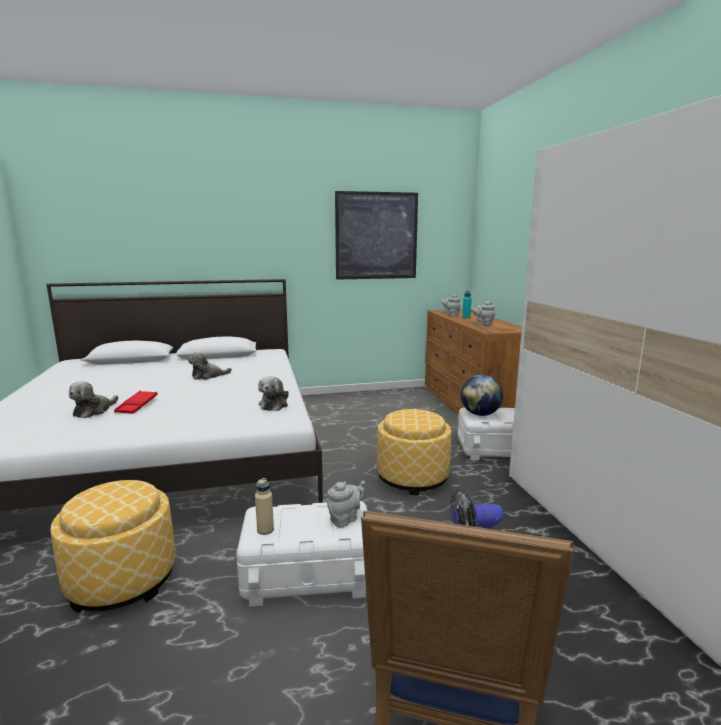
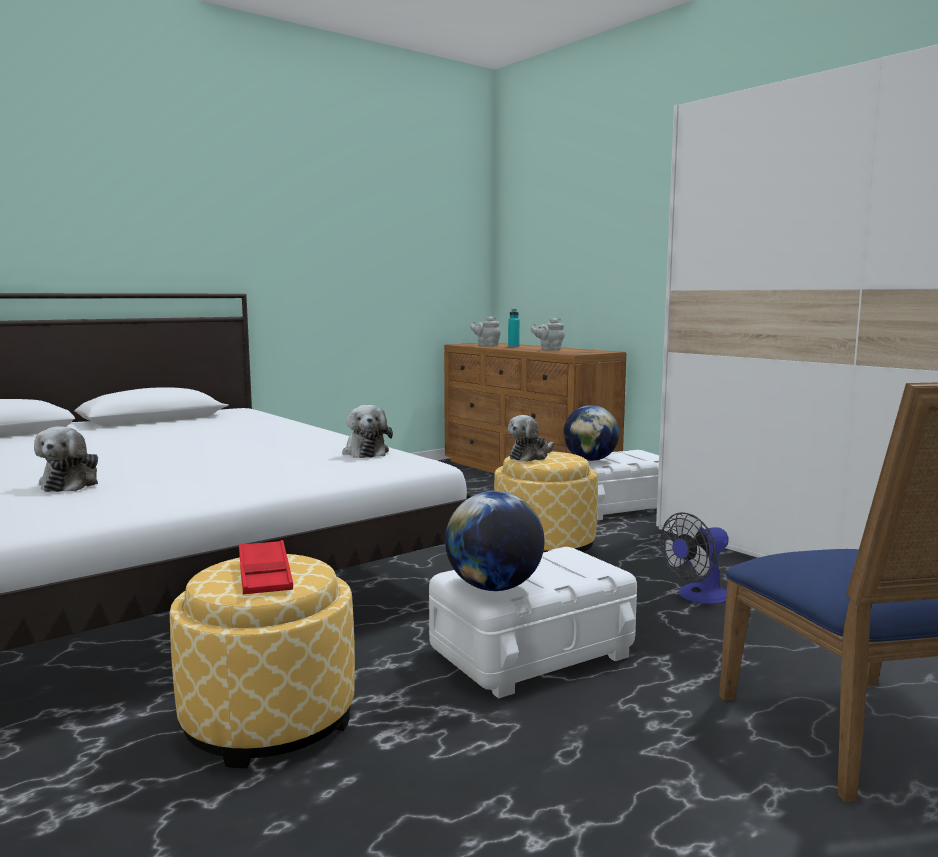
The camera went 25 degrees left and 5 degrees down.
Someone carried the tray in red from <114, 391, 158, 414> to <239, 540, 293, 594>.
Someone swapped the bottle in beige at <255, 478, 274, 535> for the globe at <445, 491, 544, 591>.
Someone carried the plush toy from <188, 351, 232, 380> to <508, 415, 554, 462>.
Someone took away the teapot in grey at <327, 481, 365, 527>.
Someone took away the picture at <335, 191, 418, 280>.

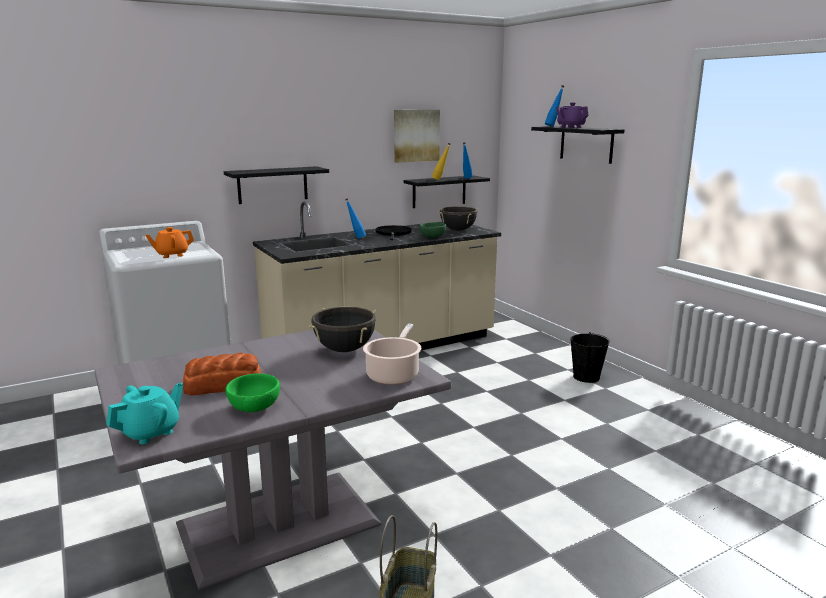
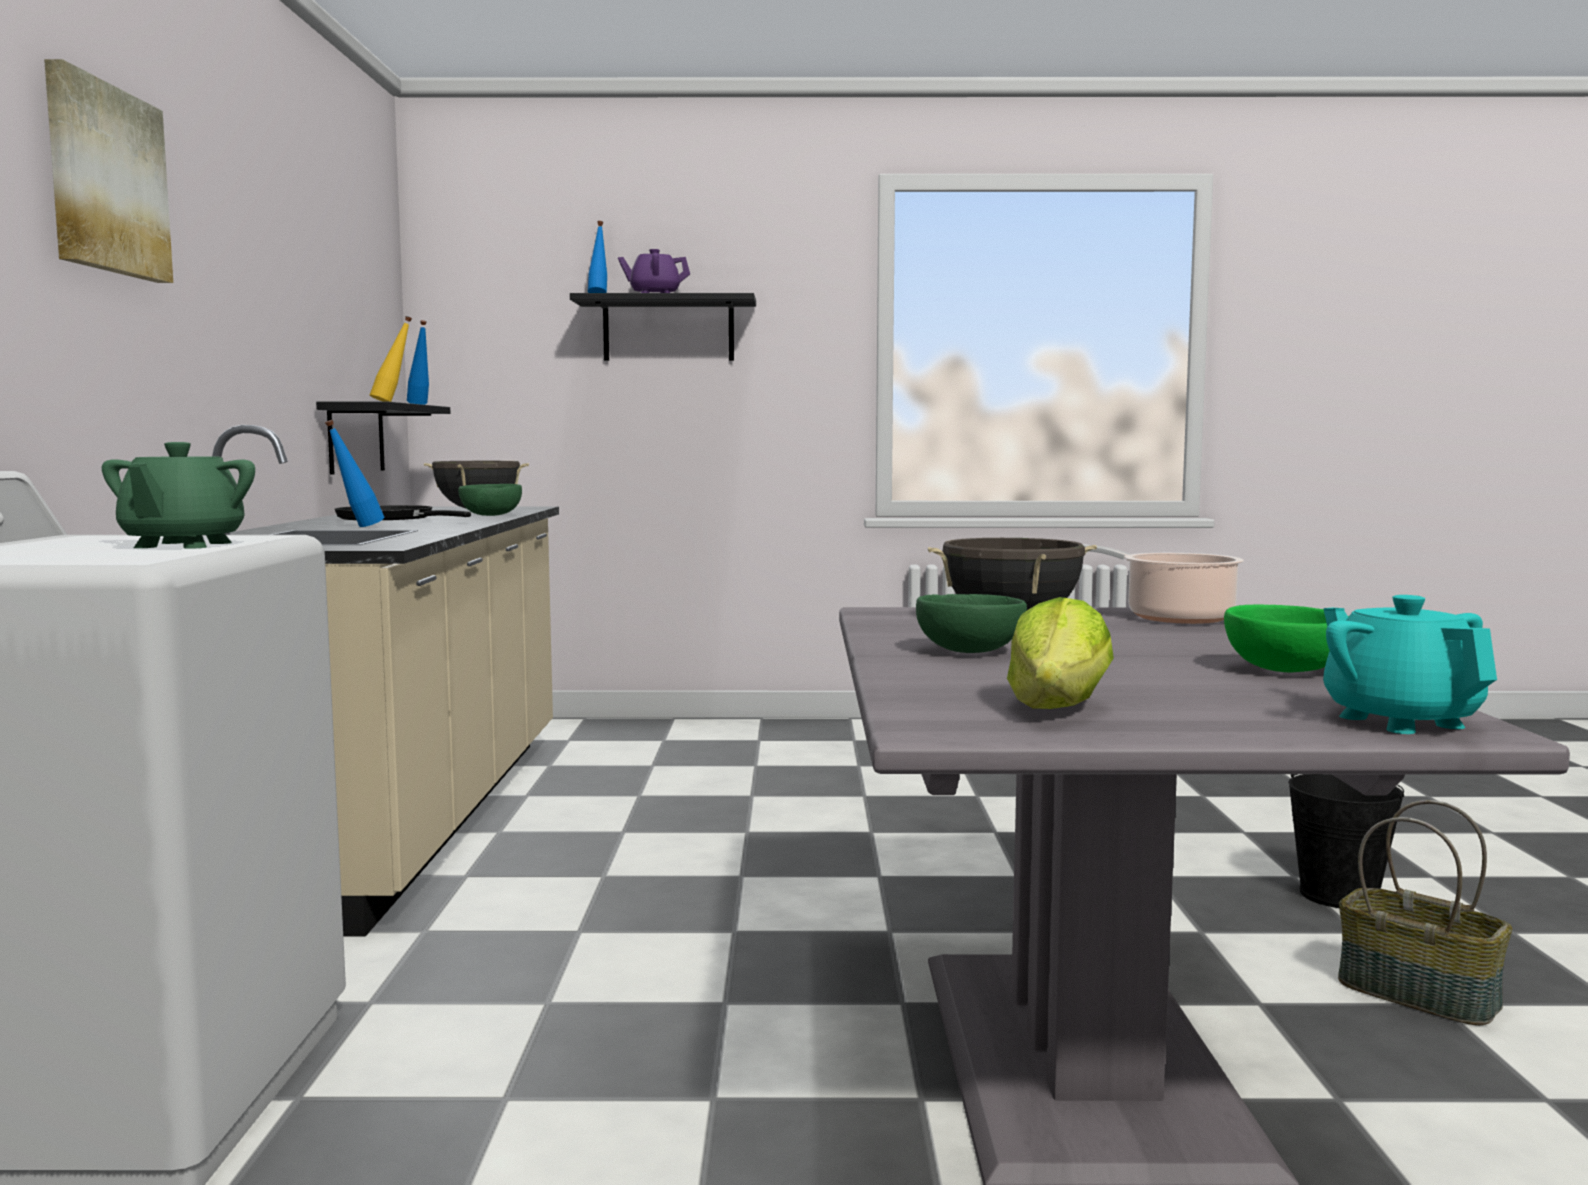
The camera went 60 degrees left and 10 degrees down.
Someone carried the picture from <394, 110, 440, 163> to <44, 59, 173, 283>.
Someone repainted the teapot in orange at <145, 227, 194, 258>, which became the teapot in green at <102, 442, 255, 549>.
Someone put down the bowl in green at <916, 594, 1027, 653>.
Someone put down the lettuce at <1007, 597, 1114, 709>.
Someone carried the bucket in black from <570, 332, 610, 383> to <1288, 774, 1404, 908>.
Someone took away the bread at <183, 353, 261, 396>.
Someone took away the shelf in black at <224, 166, 329, 204>.

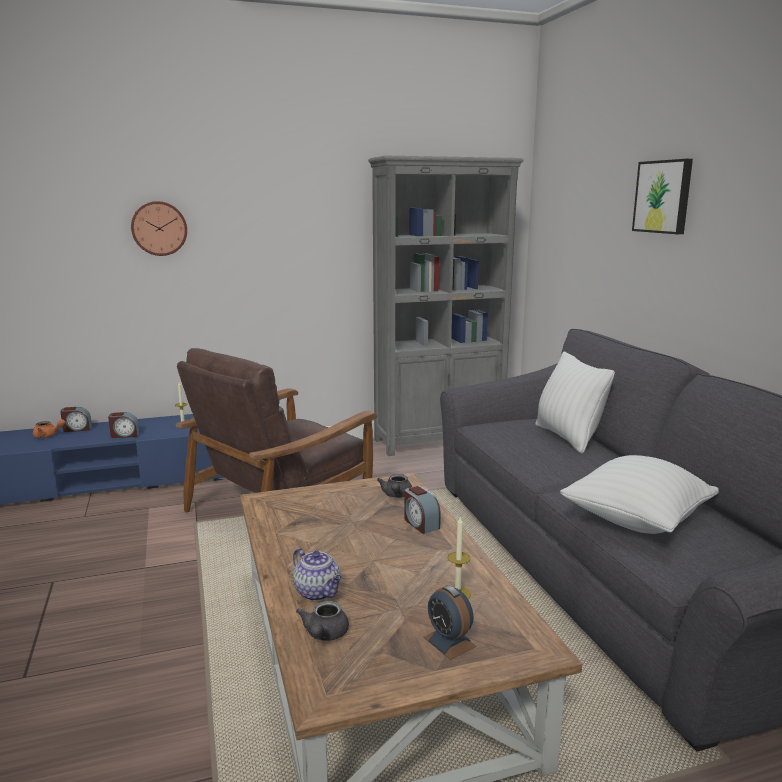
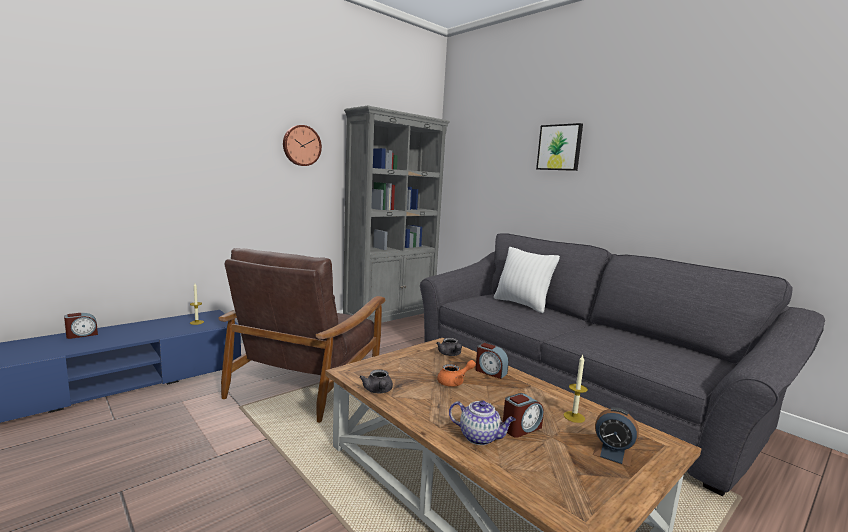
The camera went 25 degrees left and 5 degrees down.
Someone carried the wall clock from <131, 201, 187, 256> to <283, 125, 322, 166>.
Someone carried the teapot in grey from <296, 601, 349, 641> to <359, 369, 393, 393>.
Someone carried the teapot in orange from <33, 419, 65, 438> to <437, 360, 476, 387>.
Someone carried the alarm clock from <108, 412, 140, 438> to <503, 393, 544, 438>.
Someone took away the pillow in white at <560, 455, 719, 534>.

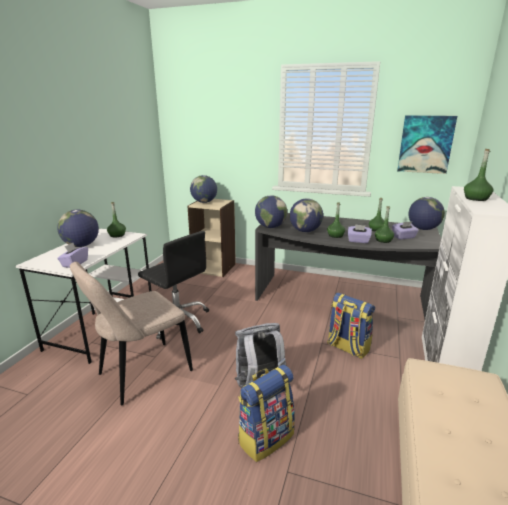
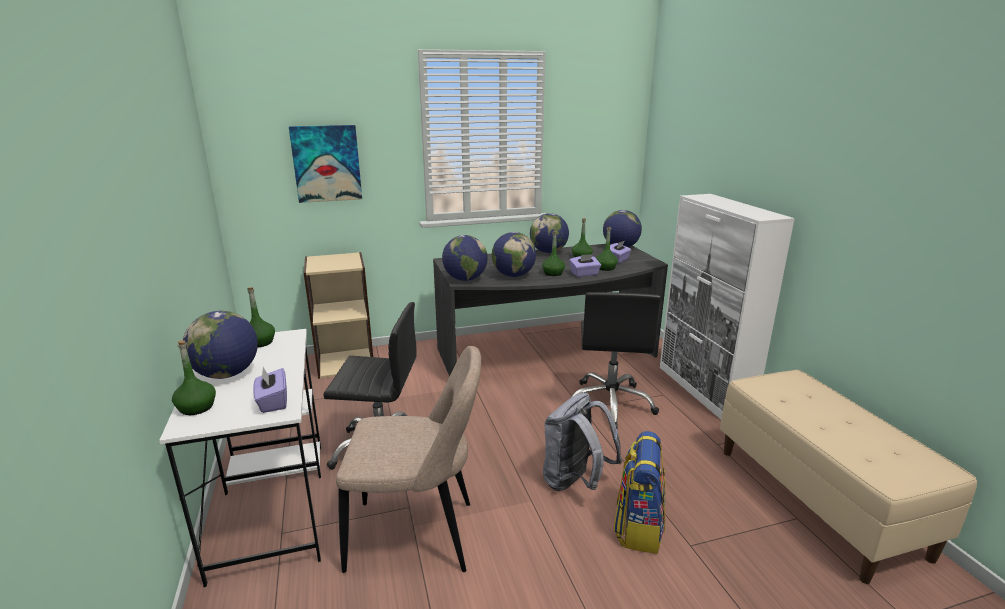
The camera went 35 degrees left and 0 degrees up.
Someone carried the bottle in green from <464, 149, 493, 201> to <172, 340, 216, 415>.
Someone carried the picture from <397, 115, 457, 174> to <289, 125, 362, 203>.
Someone rotated the chair in beige at <70, 261, 193, 406> by 105 degrees counterclockwise.
Someone carried the globe from <190, 175, 217, 203> to <530, 213, 569, 253>.
Someone swapped the backpack at <327, 292, 375, 359> for the office chair in black at <571, 292, 661, 428>.

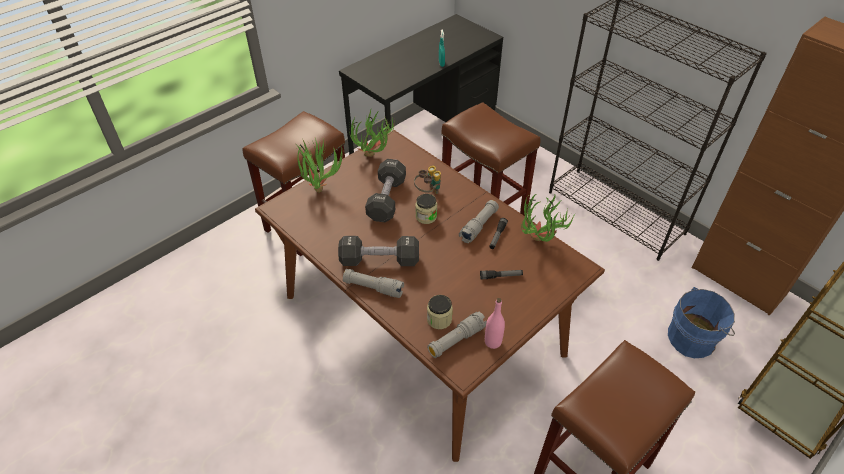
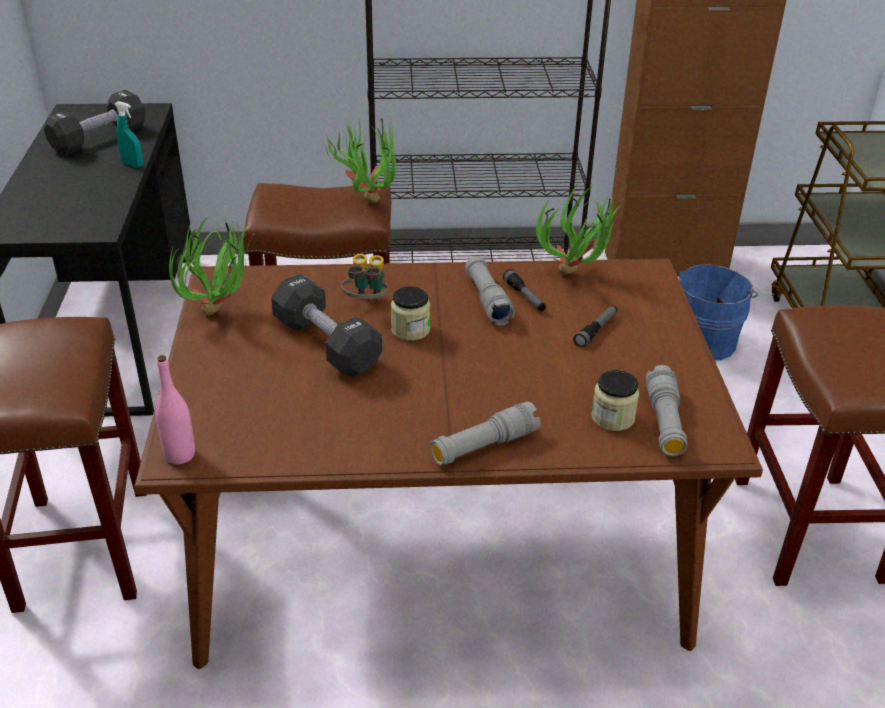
The camera went 50 degrees left and 10 degrees down.
Someone carried the dumbbell in black from <338, 236, 419, 266> to <44, 90, 145, 155>.
Someone carried the bottle in pink from <485, 298, 505, 349> to <155, 355, 195, 464>.
Someone carried the potted plant from <295, 137, 343, 193> to <325, 117, 396, 203>.

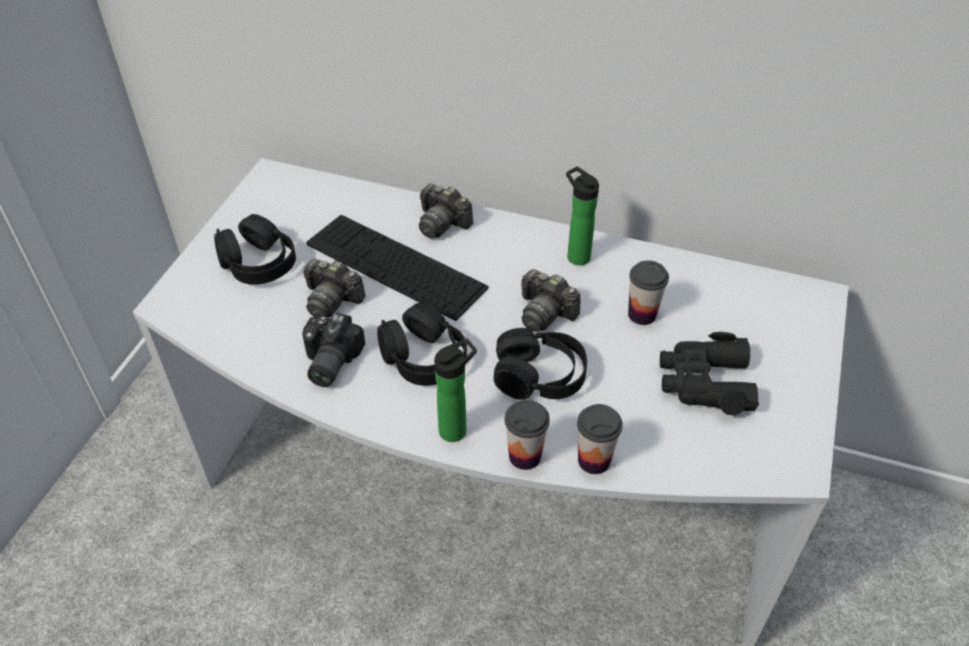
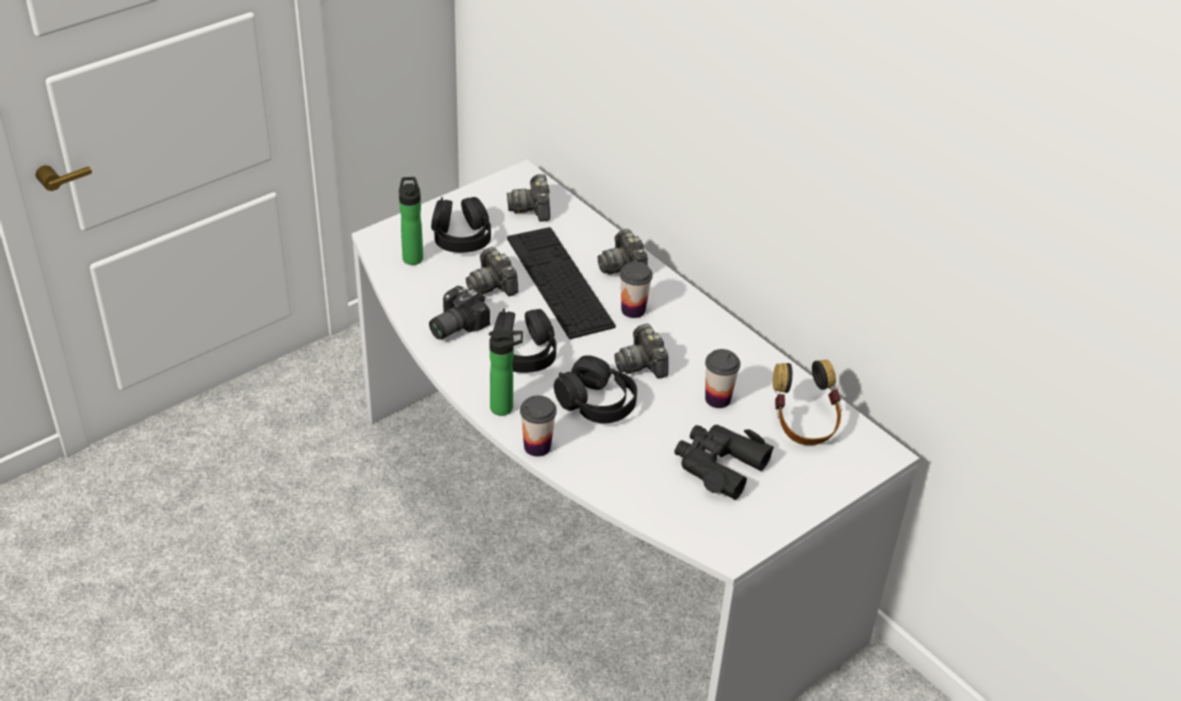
The camera went 30 degrees right and 5 degrees down.
Someone carried the bottle from <566, 167, 599, 265> to <399, 177, 423, 265>.
Someone put down the photo camera at <507, 174, 551, 222>.
Someone carried the cup from <577, 404, 623, 474> to <620, 262, 653, 318>.
Someone put down the headphones at <773, 360, 842, 445>.

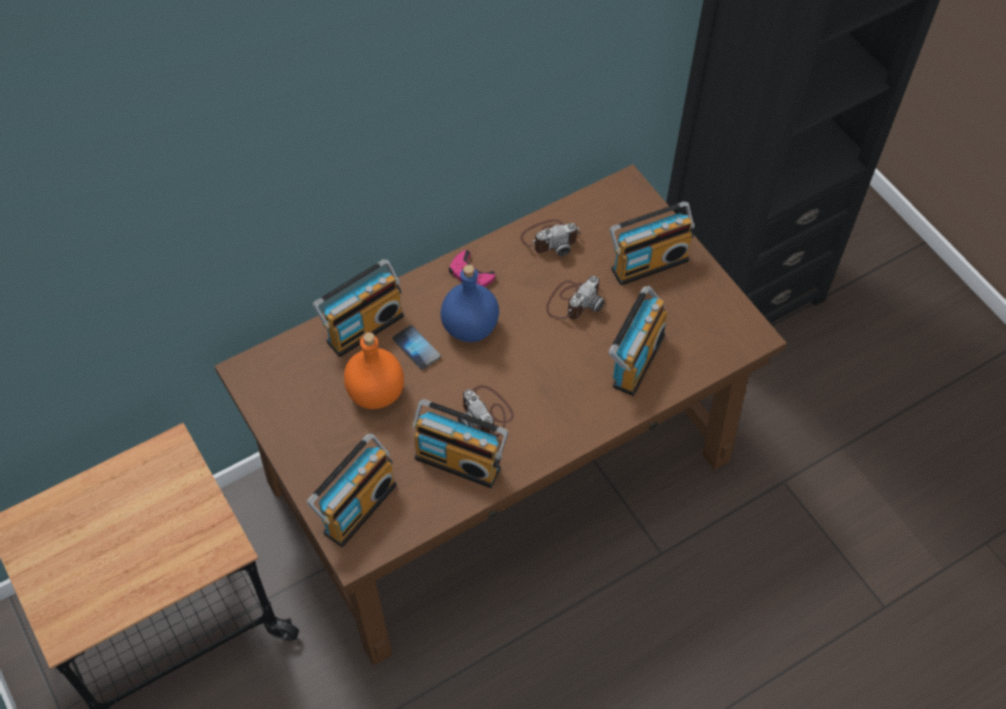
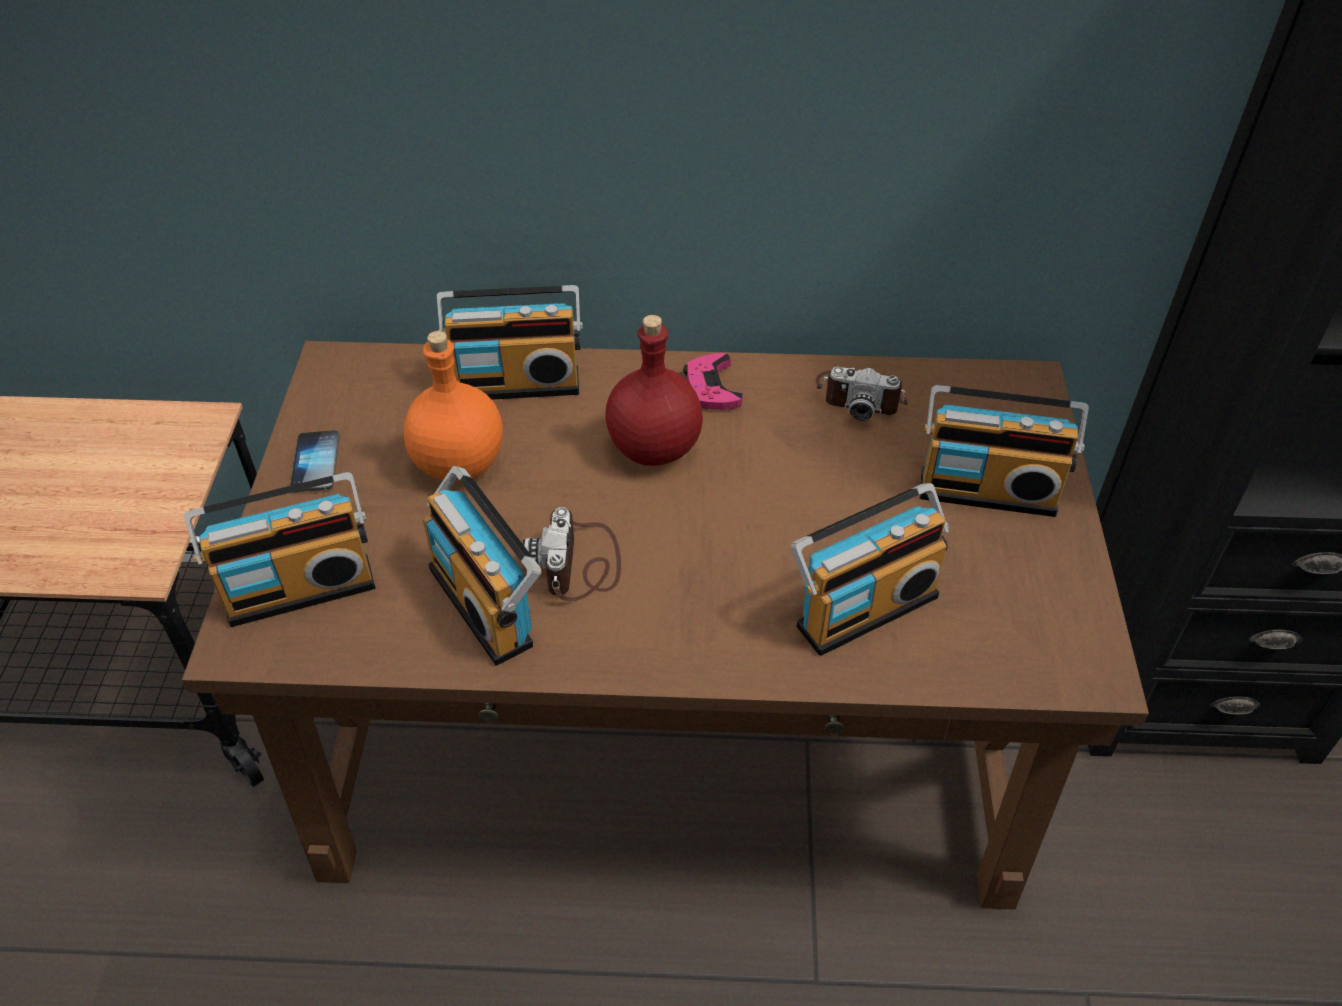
The camera went 35 degrees right and 10 degrees down.
Someone carried the phone from <393, 325, 441, 370> to <290, 430, 340, 492>.
Someone repainted the bottle in blue at <441, 264, 499, 342>, which became the bottle in red at <605, 315, 703, 466>.
Someone took away the photo camera at <546, 276, 605, 319>.

